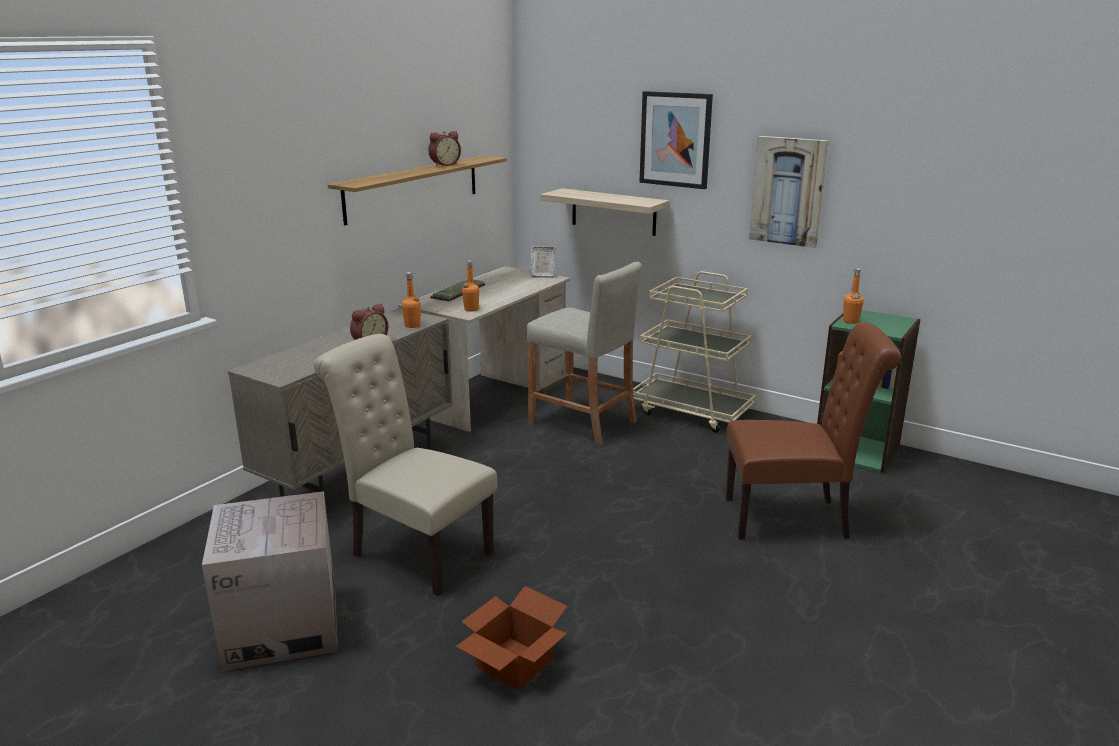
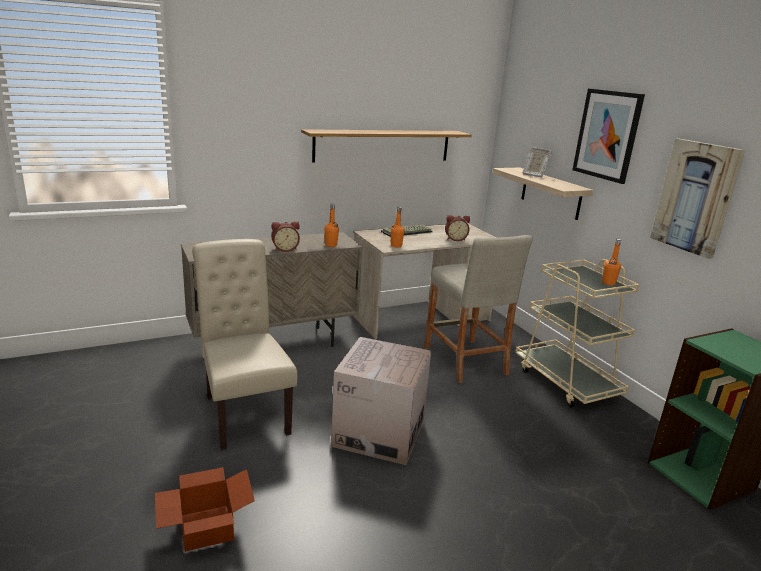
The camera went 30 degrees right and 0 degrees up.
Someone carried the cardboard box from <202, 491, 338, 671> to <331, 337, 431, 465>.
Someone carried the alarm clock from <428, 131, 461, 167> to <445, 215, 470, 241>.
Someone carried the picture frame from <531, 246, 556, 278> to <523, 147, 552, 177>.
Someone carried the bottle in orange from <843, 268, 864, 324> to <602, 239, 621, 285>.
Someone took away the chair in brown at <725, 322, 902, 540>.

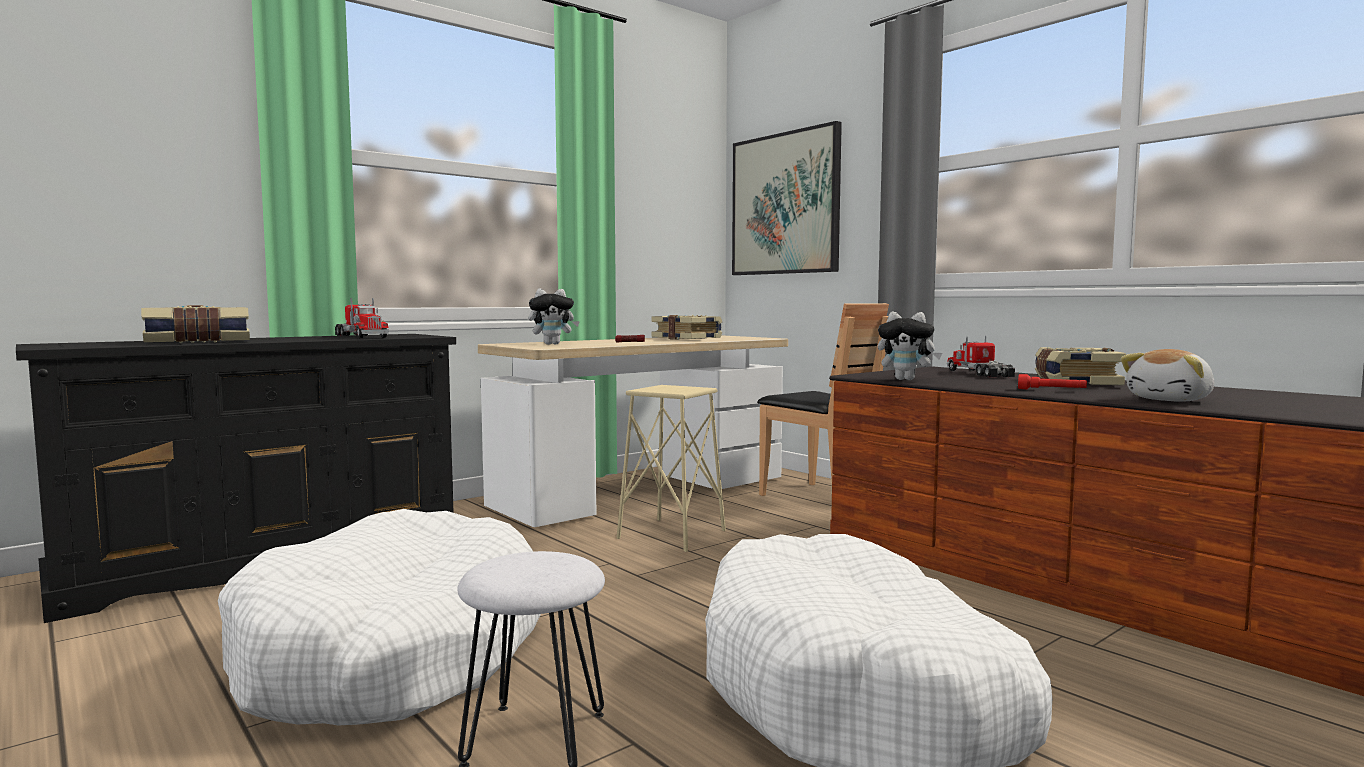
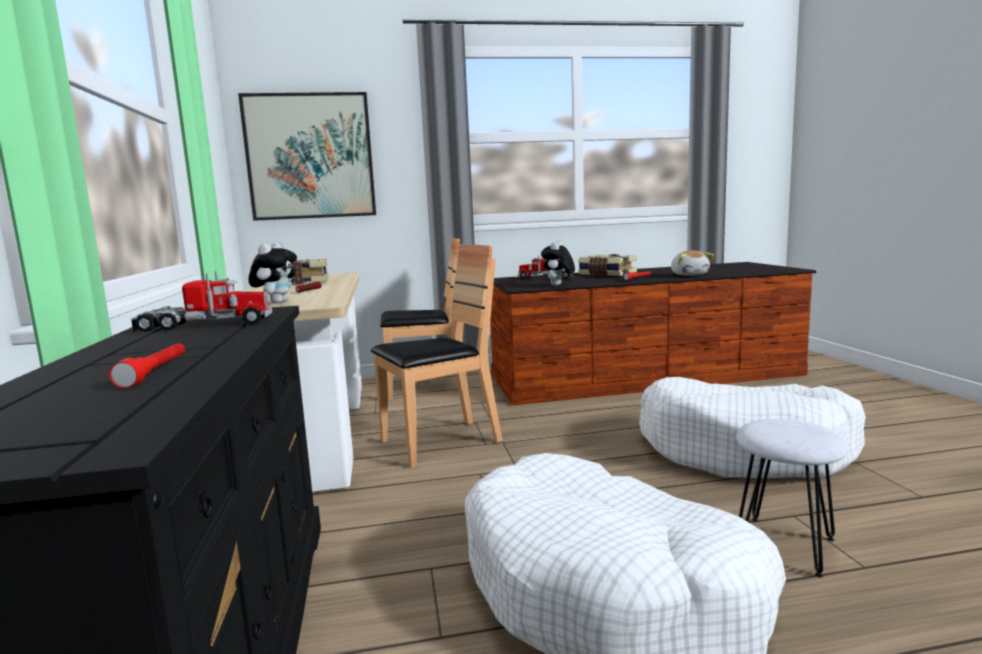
The camera went 60 degrees left and 5 degrees up.
Someone swapped the book at <141, 305, 250, 343> for the flashlight in red at <109, 343, 185, 388>.
Someone swapped the stool in beige at <617, 385, 726, 552> for the chair in brown at <371, 244, 502, 468>.
Someone rotated the plush toy at <878, 312, 942, 380> by 150 degrees clockwise.

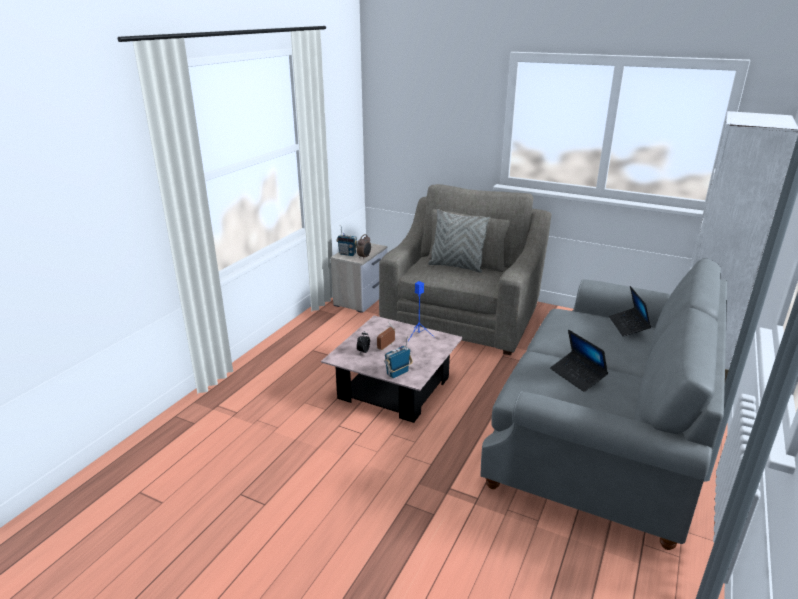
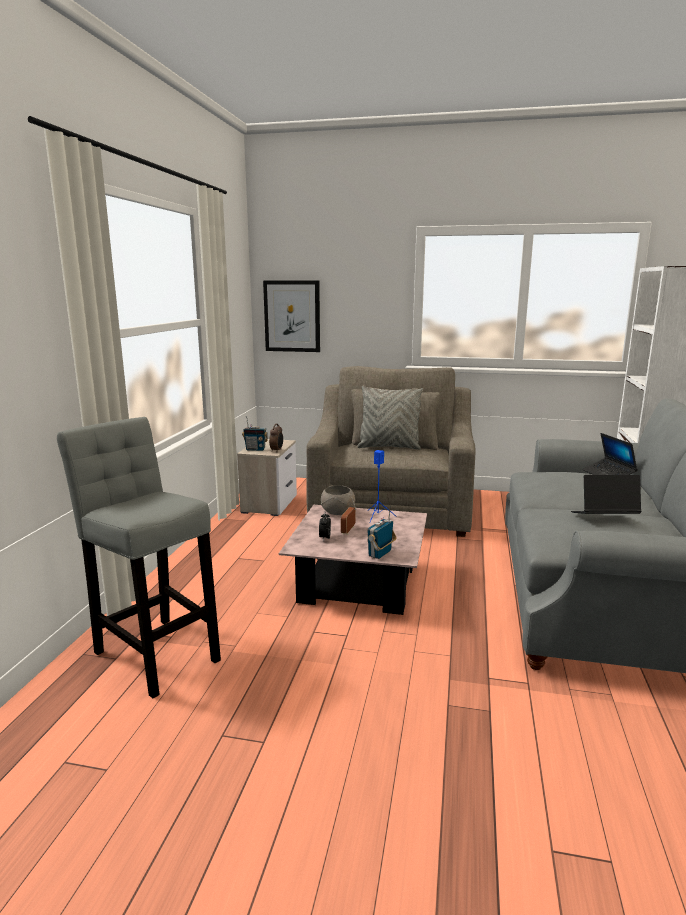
The camera went 15 degrees left and 10 degrees down.
Someone put down the stool in grey at <57, 417, 221, 698>.
Someone put up the picture at <263, 280, 320, 352>.
Someone put down the bowl in grey at <321, 485, 355, 515>.
Someone rotated the laptop at <550, 330, 608, 392> by 135 degrees clockwise.

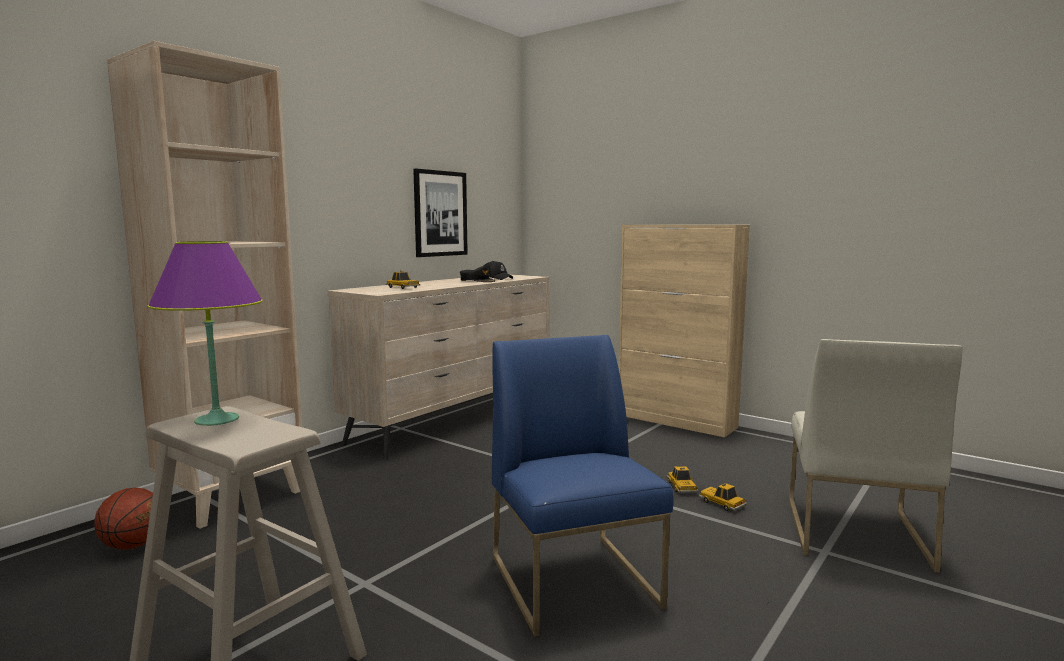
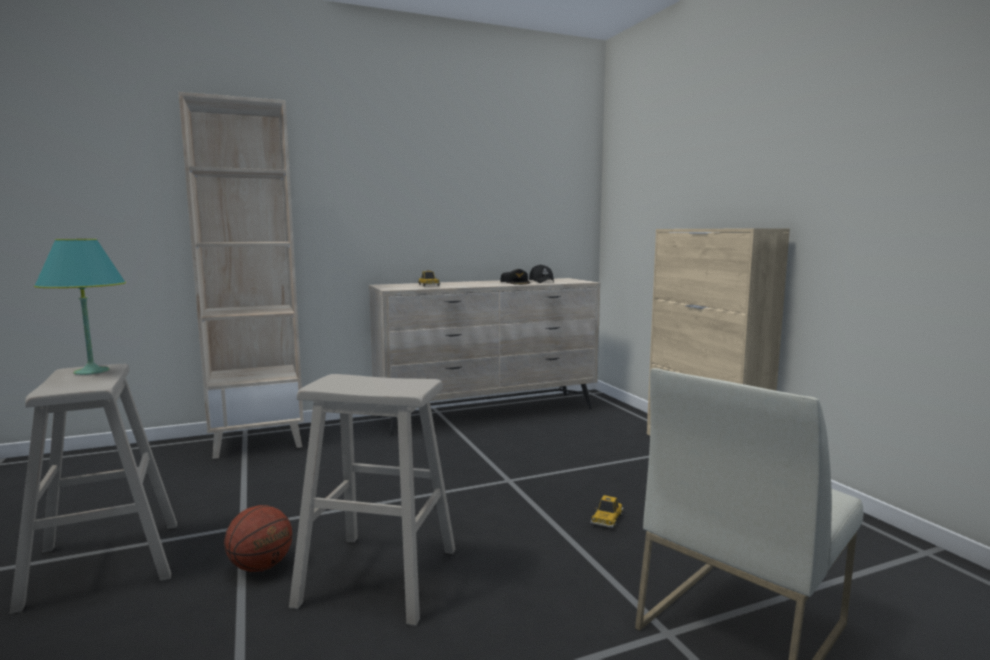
The camera went 30 degrees right and 0 degrees up.
Someone repainted the table lamp in purple at <148, 241, 263, 426>, which became the table lamp in turquoise at <34, 239, 126, 375>.
Someone carried the basketball from <94, 488, 153, 550> to <224, 505, 292, 572>.
Someone swapped the chair in blue at <492, 335, 674, 637> for the stool in beige at <289, 374, 455, 626>.
Someone took away the picture at <413, 168, 468, 257>.
Someone took away the toy car at <699, 483, 747, 511>.

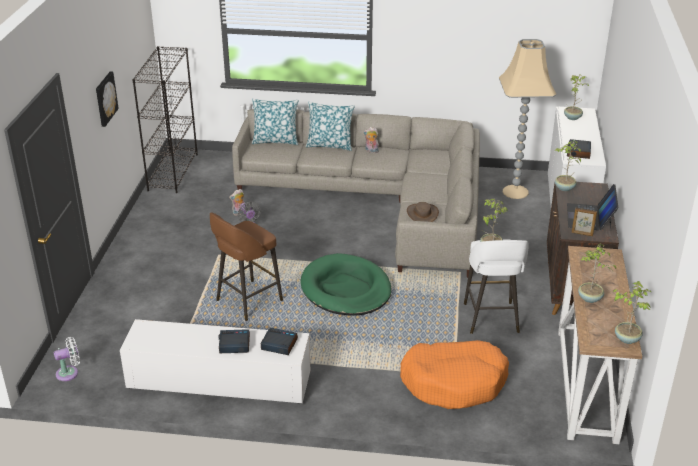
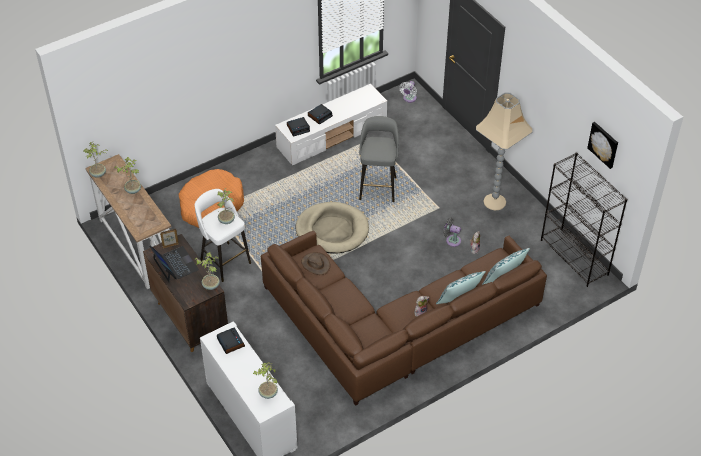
The camera went 140 degrees right and 15 degrees up.
Someone repainted the sofa in grey at <232, 109, 480, 278>, which became the sofa in brown at <261, 231, 547, 406>.
Someone repainted the dog bed in green at <301, 253, 392, 316>, which became the dog bed in beige at <295, 202, 369, 253>.
Someone repainted the stool in brown at <210, 213, 283, 321>, which became the stool in grey at <359, 116, 399, 202>.
Someone carried the floor lamp in beige from <499, 39, 557, 199> to <476, 93, 532, 210>.
Someone carried the picture from <96, 72, 119, 127> to <587, 122, 618, 169>.

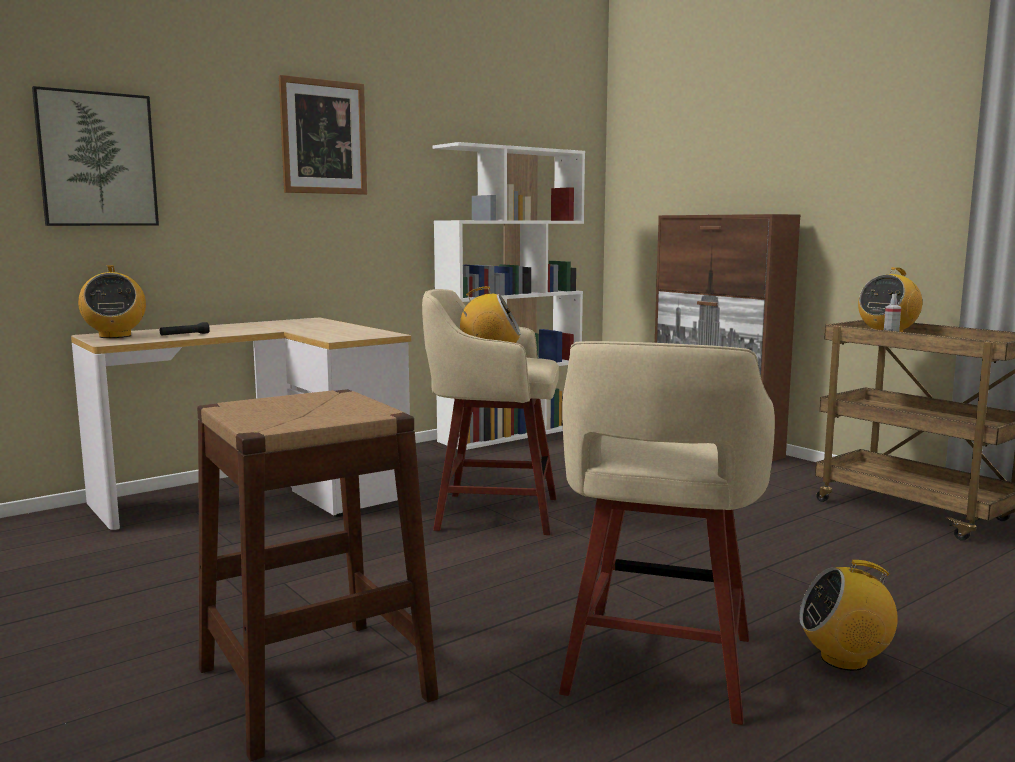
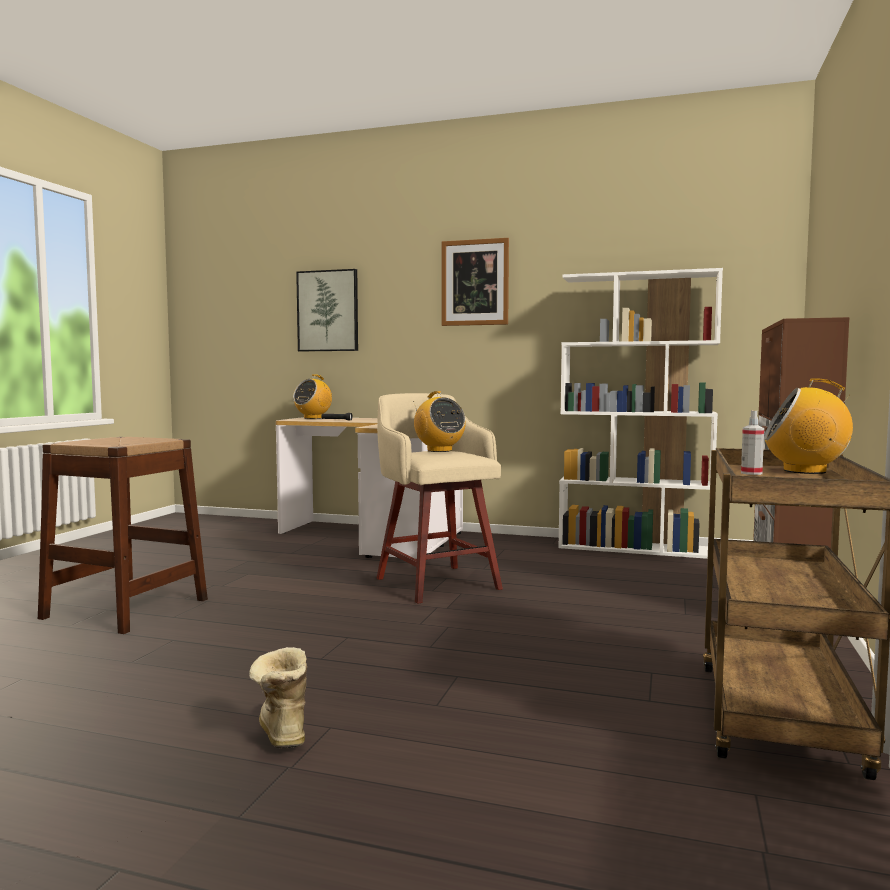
The camera went 55 degrees right and 5 degrees down.
Someone swapped the radio at <799, 560, 898, 671> for the boot at <249, 647, 307, 748>.
Someone took away the stool in beige at <559, 341, 775, 725>.

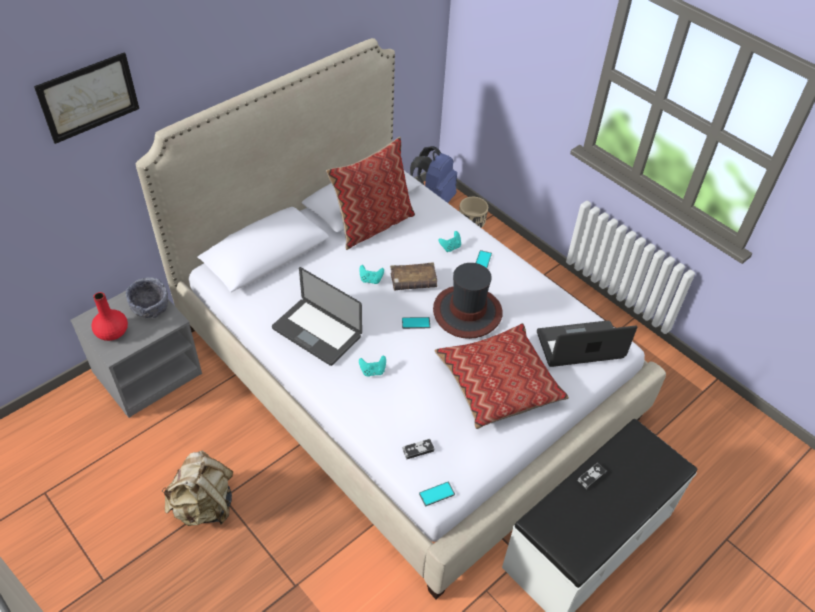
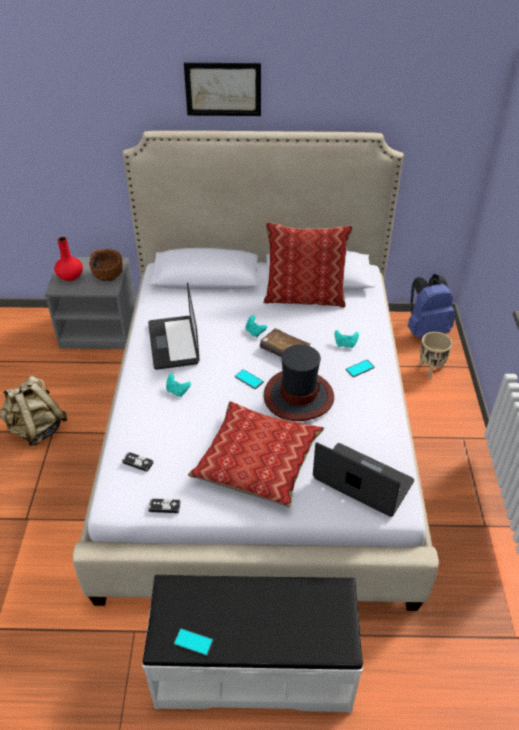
The camera went 45 degrees right and 5 degrees down.
Someone repainted the bowl in grey at <126, 277, 168, 318>, which became the bowl in brown at <89, 249, 123, 281>.
Someone carried the game controller from <578, 463, 607, 489> to <148, 498, 180, 513>.
Someone carried the phone from <419, 482, 455, 506> to <174, 628, 214, 656>.
Someone carried the picture from <34, 52, 139, 144> to <184, 63, 261, 116>.

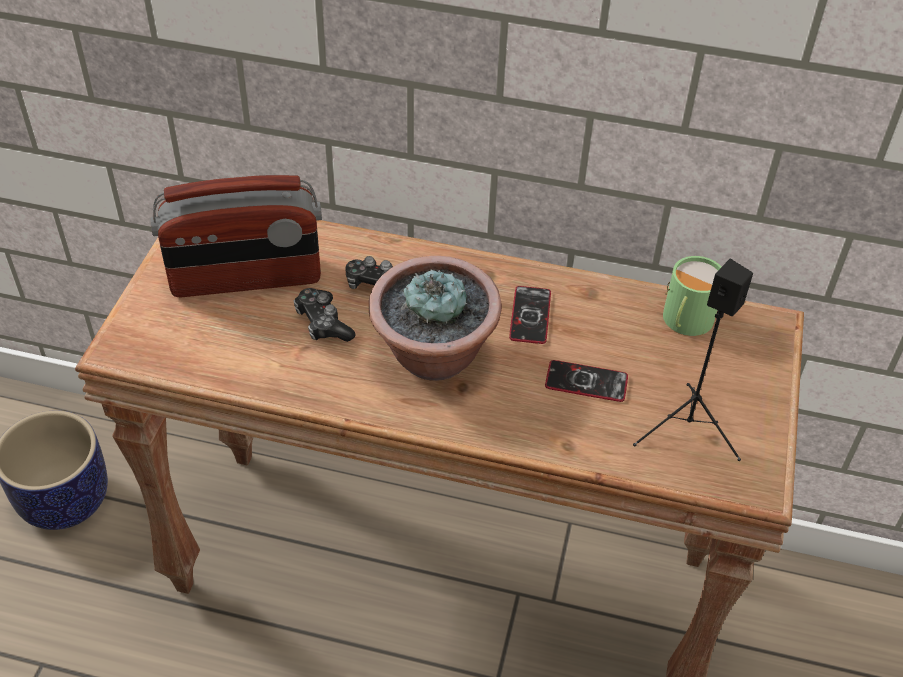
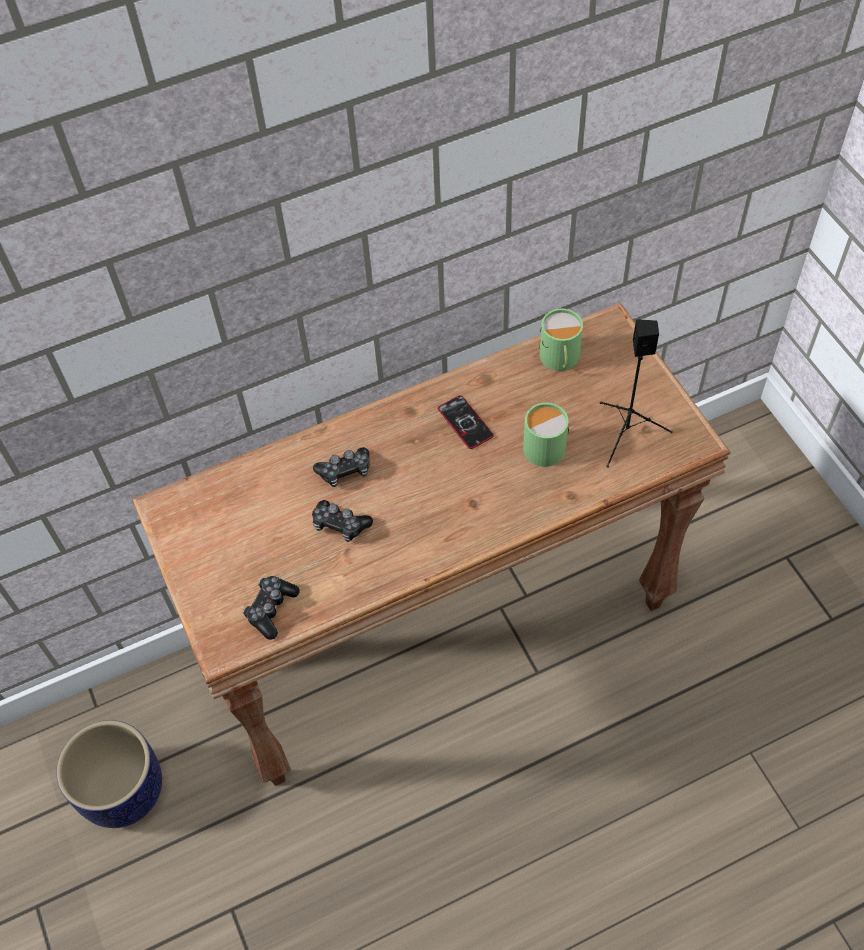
The camera went 35 degrees left and 10 degrees up.
Someone put down the game controller at <243, 576, 300, 640>.
Someone swapped the phone at <545, 360, 628, 402> for the mug in green at <523, 403, 569, 467>.
Someone took away the radio at <151, 175, 322, 297>.
Someone took away the potted plant at <369, 256, 502, 381>.

